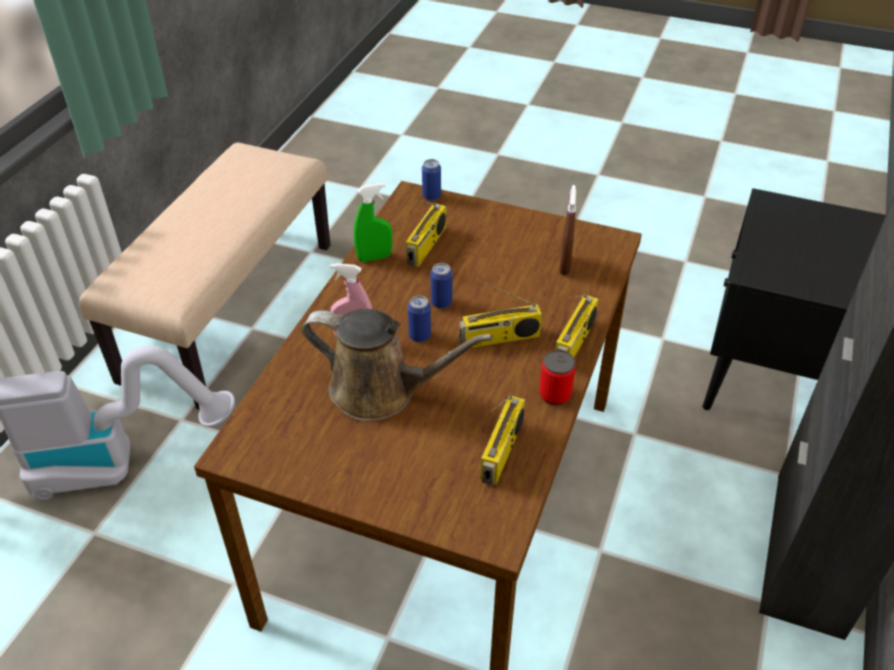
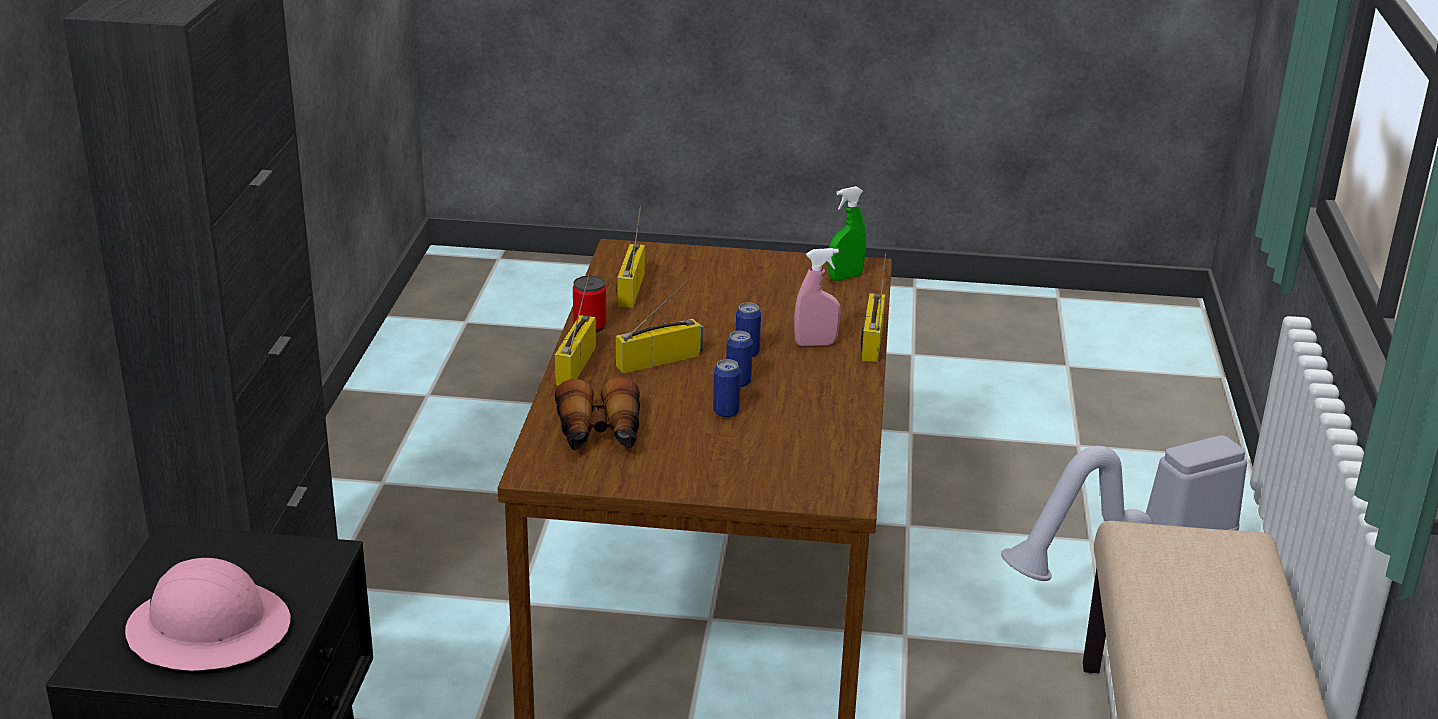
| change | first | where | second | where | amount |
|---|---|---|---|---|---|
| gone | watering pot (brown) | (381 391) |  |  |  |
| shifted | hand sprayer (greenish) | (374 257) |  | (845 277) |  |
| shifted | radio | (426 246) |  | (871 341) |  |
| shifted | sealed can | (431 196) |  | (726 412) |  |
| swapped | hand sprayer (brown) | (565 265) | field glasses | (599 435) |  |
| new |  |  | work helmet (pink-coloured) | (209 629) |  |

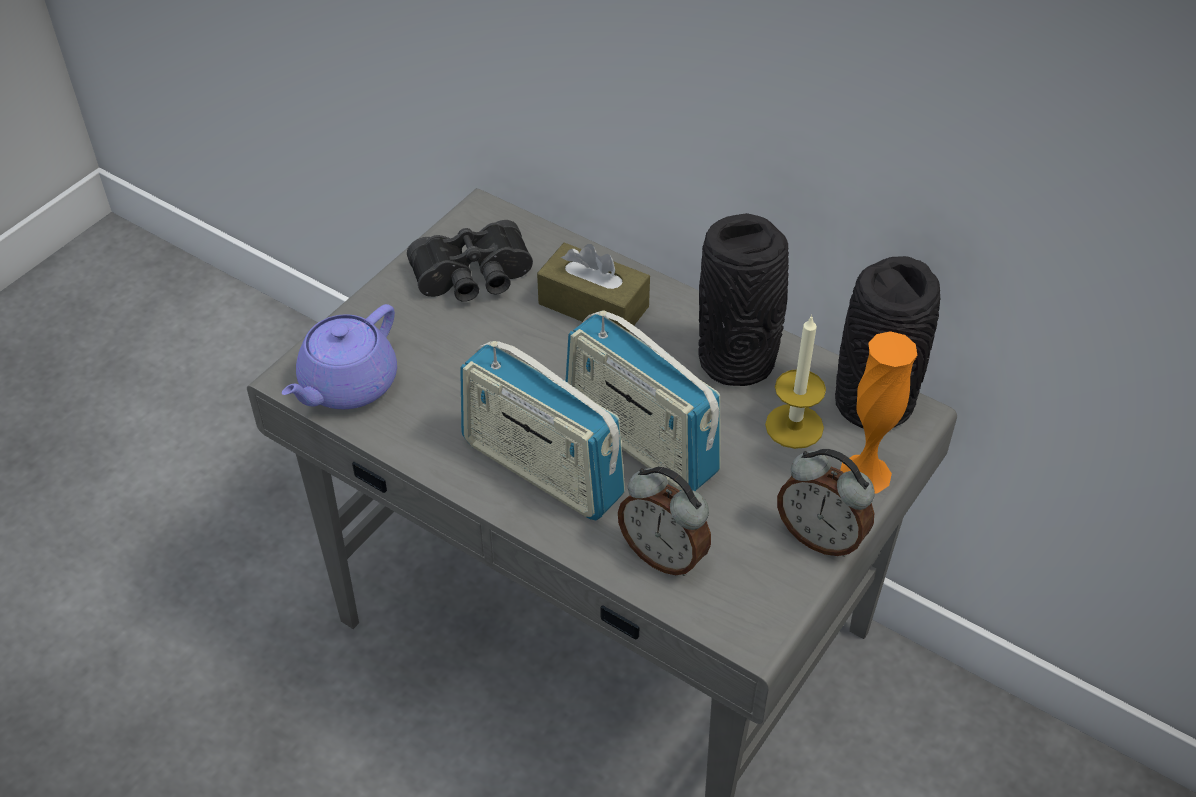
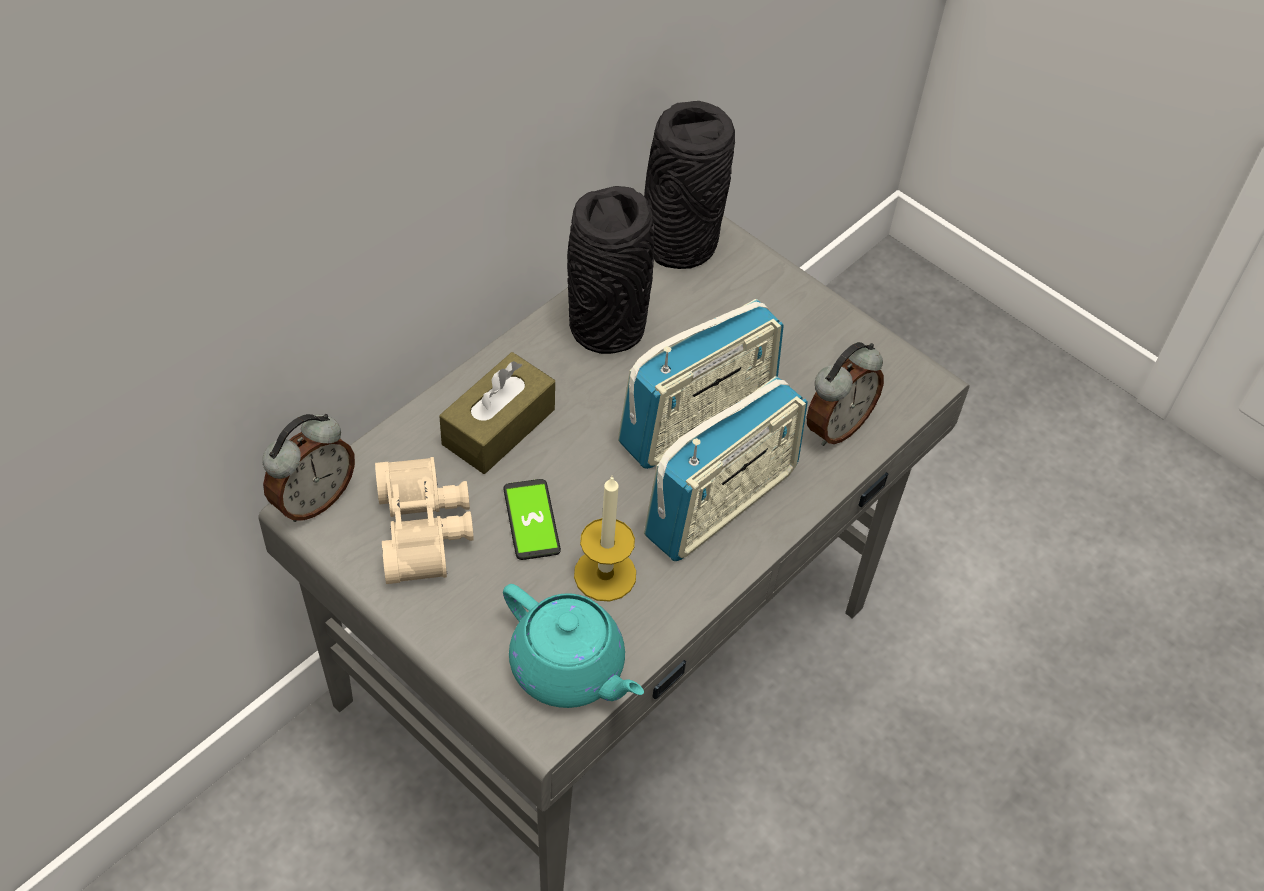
| change | first | where | second | where | amount |
|---|---|---|---|---|---|
| repainted | teapot (purple) | (347 385) | teapot (turquoise) | (569 668) |  |
| repainted | field glasses (black) | (474 279) | field glasses (sand-coloured) | (426 529) |  |
| shifted | candle | (794 426) |  | (605 574) |  |
| shifted | bedside clock | (821 537) |  | (313 499) |  |
| gone | decorative vase (orange) | (865 474) |  |  |  |
| new |  |  | phone | (531 520) |  |

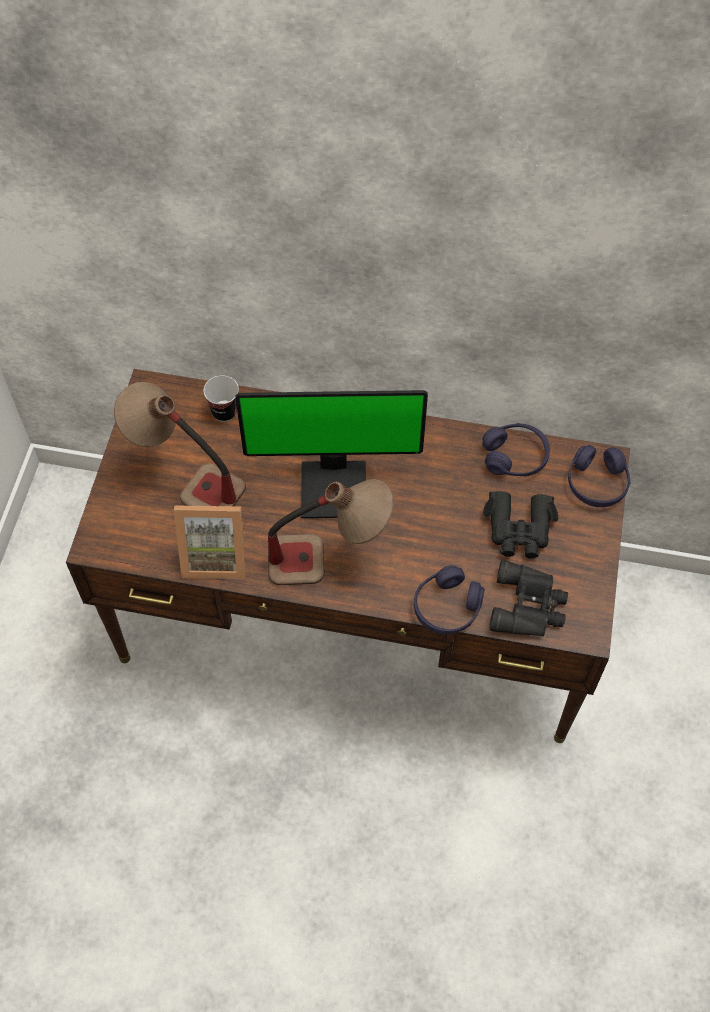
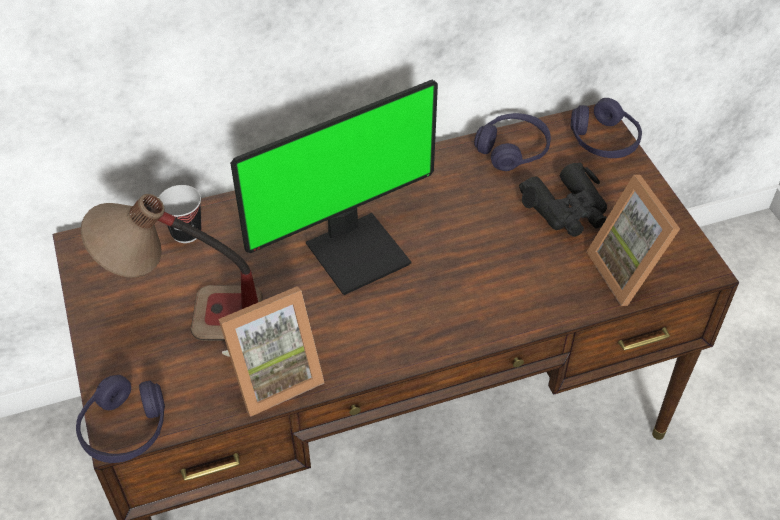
| change | first | where | second | where | amount |
|---|---|---|---|---|---|
| gone | table lamp | (329 559) |  |  |  |
| shifted | headphones (purple) | (447 607) |  | (125 429) |  |
| swapped | field glasses (black) | (529 606) | photo frame | (630 271) |  |

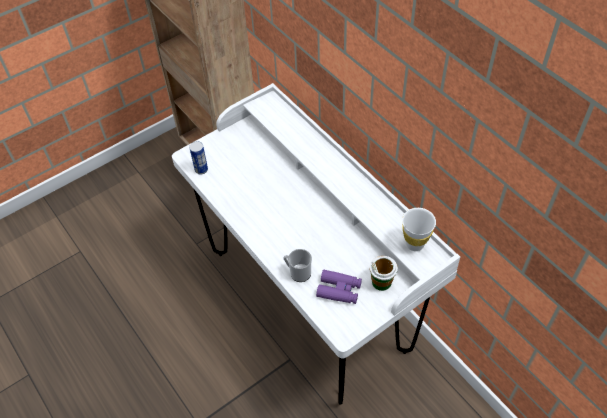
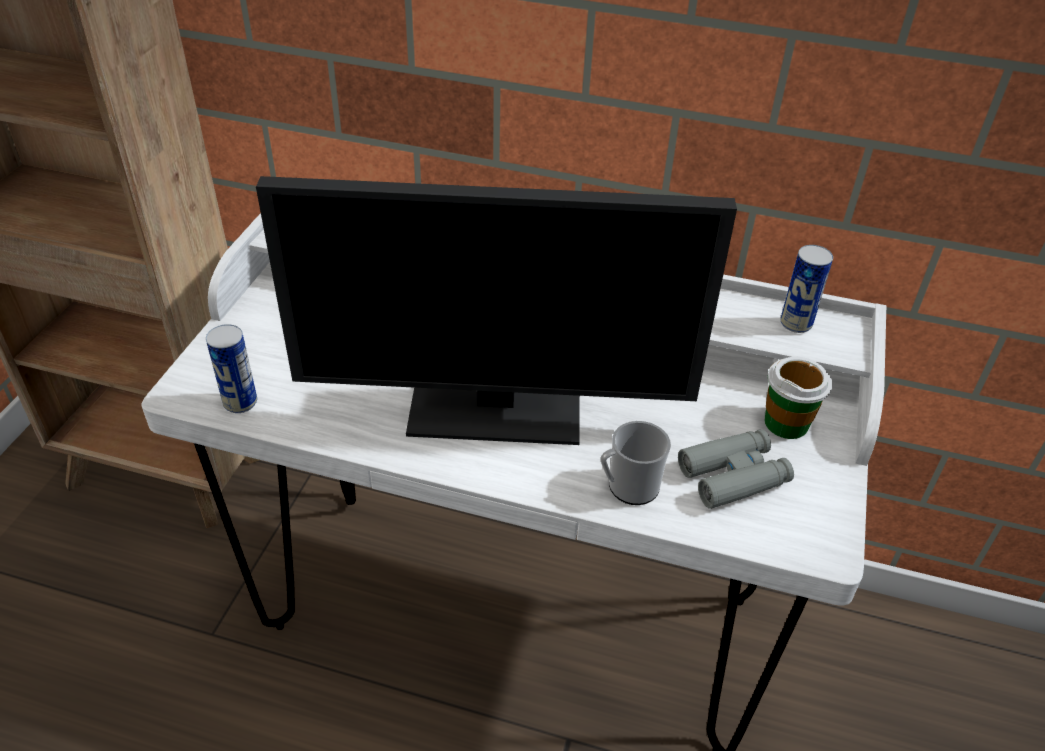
| change | first | where | second | where | amount |
|---|---|---|---|---|---|
| repainted | field glasses (purple) | (339 290) | field glasses (grey) | (733 476) |  |
| swapped | small cup (white-coloured) | (415 244) | sealed can | (796 323) |  |
| new |  |  | computer screen | (498 403) |  |

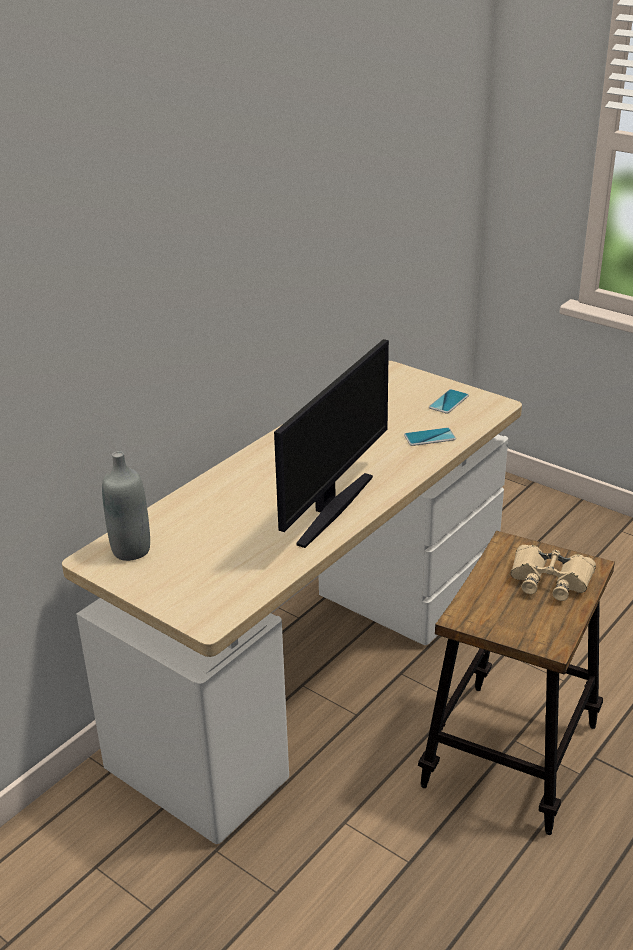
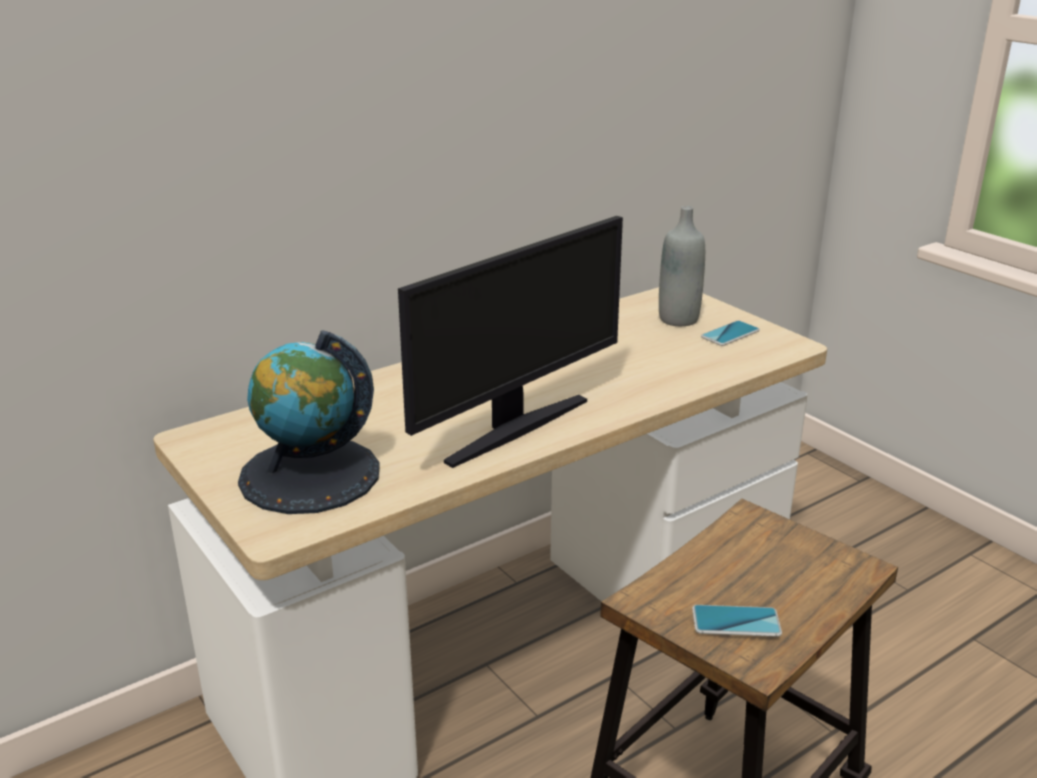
| change | first | where | second | where | amount |
|---|---|---|---|---|---|
| shifted | bottle (grey) | (131 550) |  | (678 319) |  |
| shifted | phone | (429 437) |  | (736 622) |  |
| gone | field glasses (sand-coloured) | (550 579) |  |  |  |
| new |  |  | world globe | (310 475) |  |

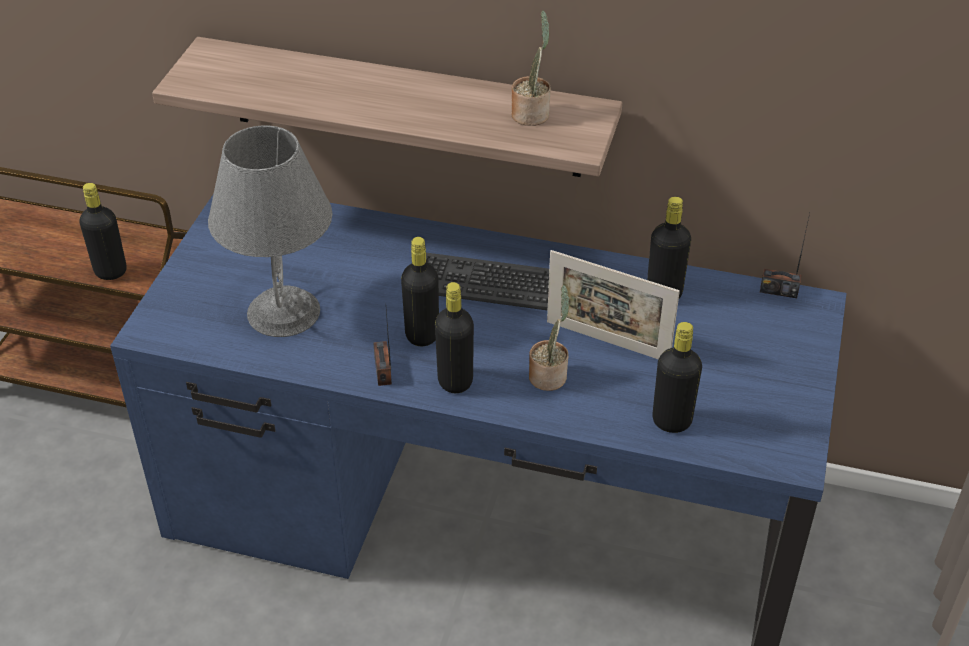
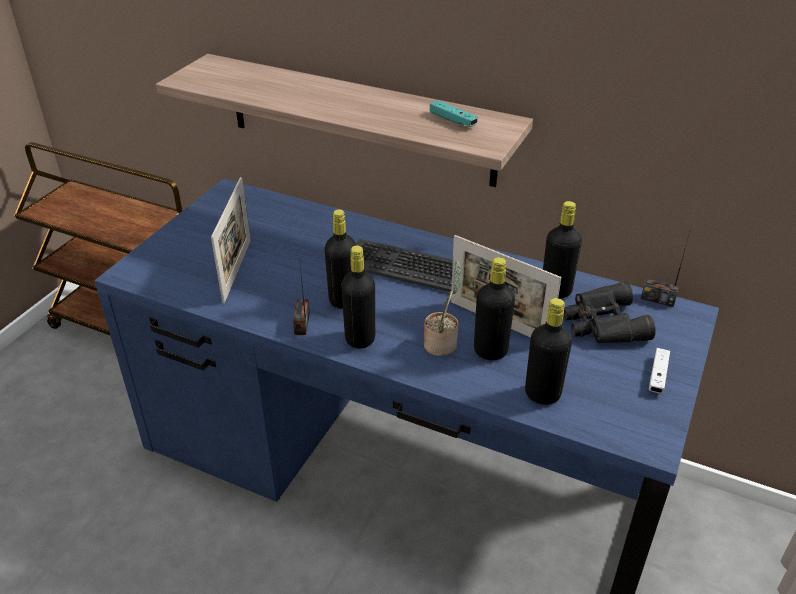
| change | first | where | second | where | amount |
|---|---|---|---|---|---|
| shifted | bottle (black) | (110 271) |  | (490 351) |  |
| swapped | table lamp (grey) | (282 311) | photo frame | (237 270) |  |
| swapped | plant in a pot | (531 113) | joypad (turquoise) | (453 120) |  |
| new |  |  | field glasses (black) | (602 323) |  |
| new |  |  | joypad (white-coloured) | (658 376) |  |

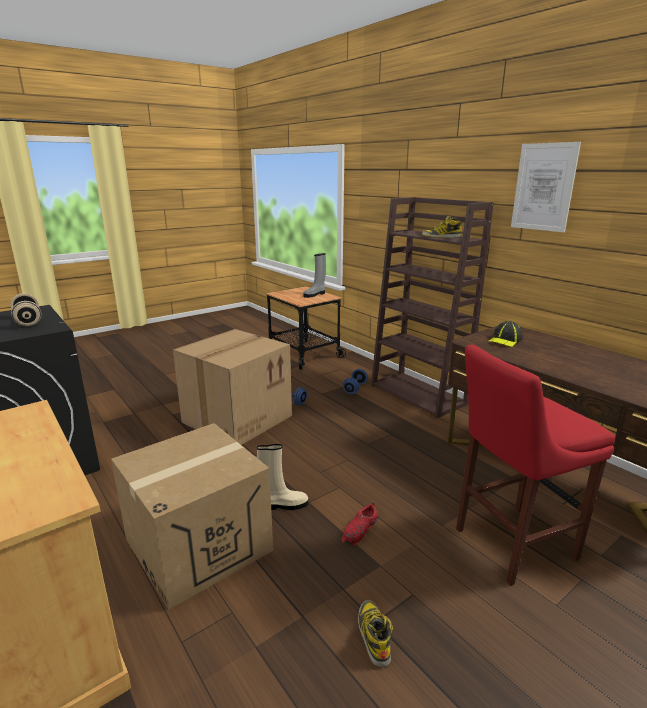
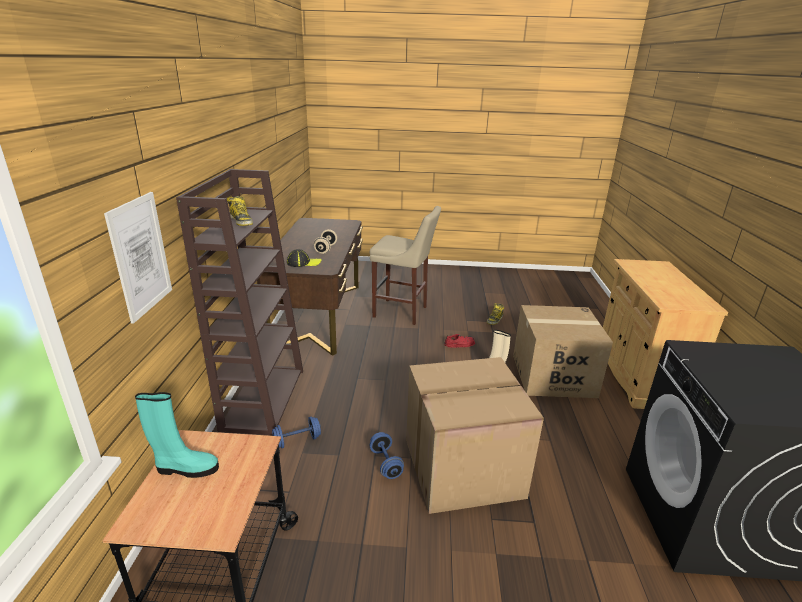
| change | first | where | second | where | amount |
|---|---|---|---|---|---|
| shifted | hand weight (sand-coloured) | (28 321) |  | (326 249) |  |
| repainted | high-top boot (grey) | (315 294) | high-top boot (turquoise) | (185 469) |  |
| repainted | stool seat (red-coloured) | (509 544) | stool seat (sand-coloured) | (403 312) |  |
| shifted | wall art | (543 187) |  | (141 256) |  |

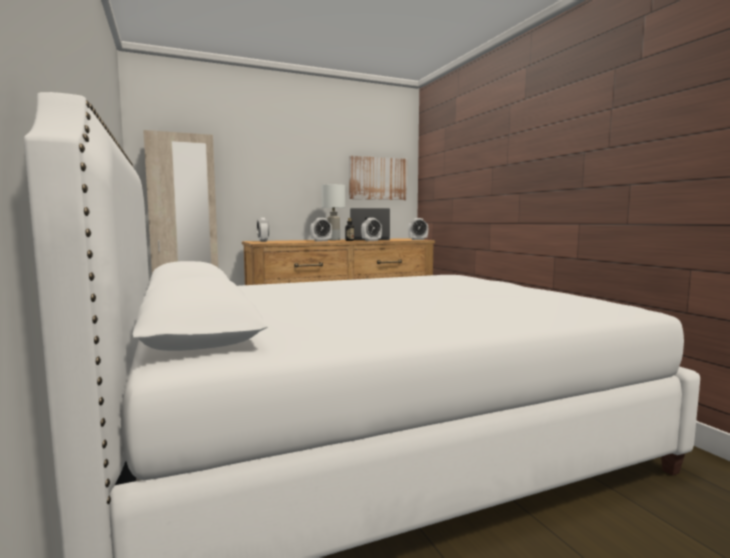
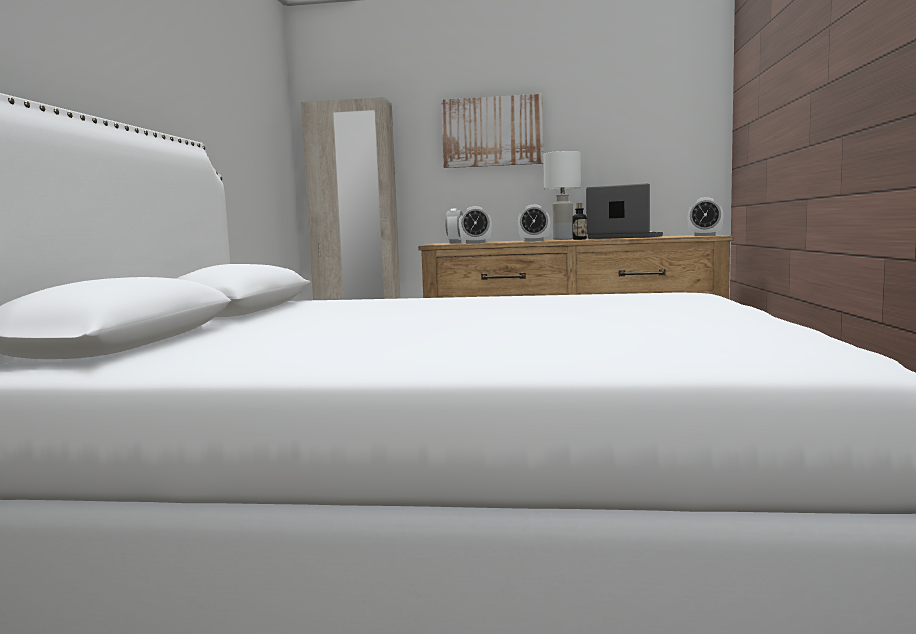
| change | first | where | second | where | amount |
|---|---|---|---|---|---|
| shifted | wall art | (378 178) |  | (492 132) |  |
| shifted | bedside clock | (371 241) |  | (475 243) |  |

